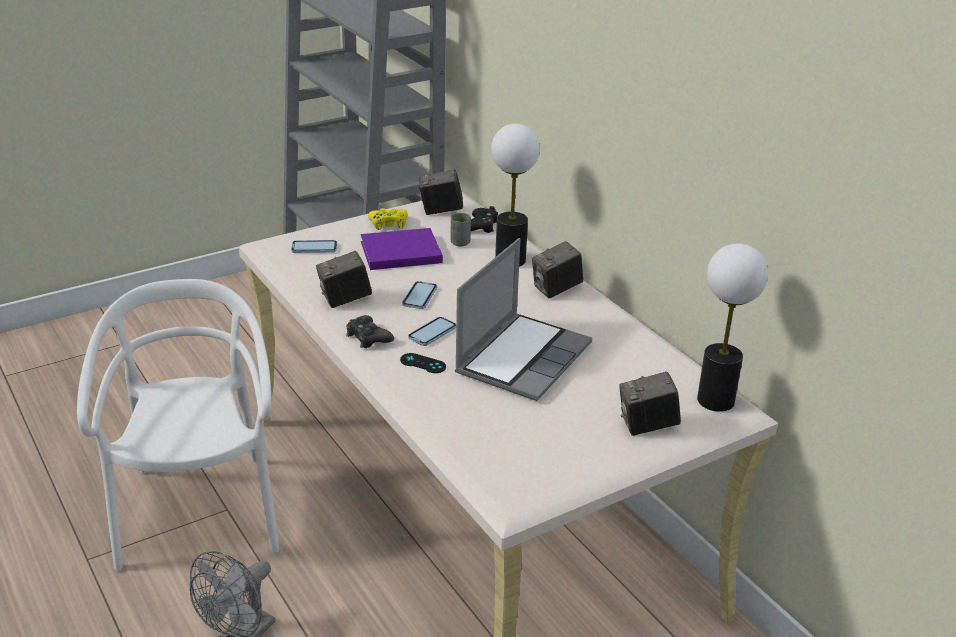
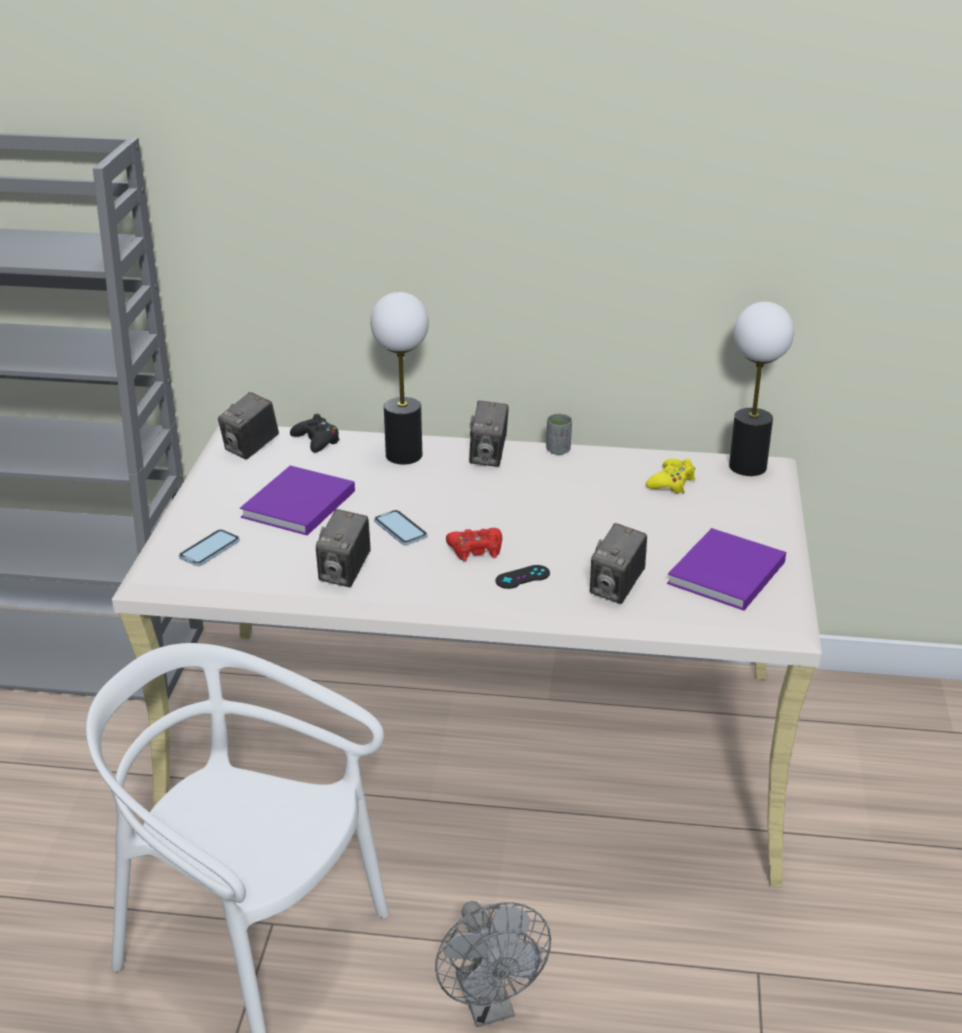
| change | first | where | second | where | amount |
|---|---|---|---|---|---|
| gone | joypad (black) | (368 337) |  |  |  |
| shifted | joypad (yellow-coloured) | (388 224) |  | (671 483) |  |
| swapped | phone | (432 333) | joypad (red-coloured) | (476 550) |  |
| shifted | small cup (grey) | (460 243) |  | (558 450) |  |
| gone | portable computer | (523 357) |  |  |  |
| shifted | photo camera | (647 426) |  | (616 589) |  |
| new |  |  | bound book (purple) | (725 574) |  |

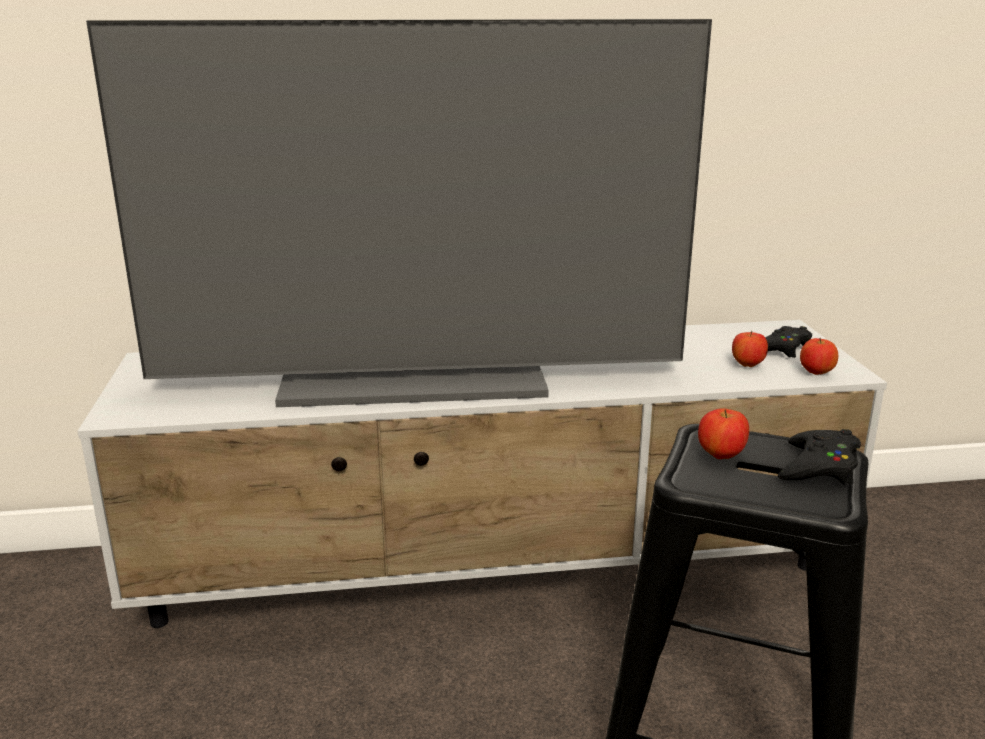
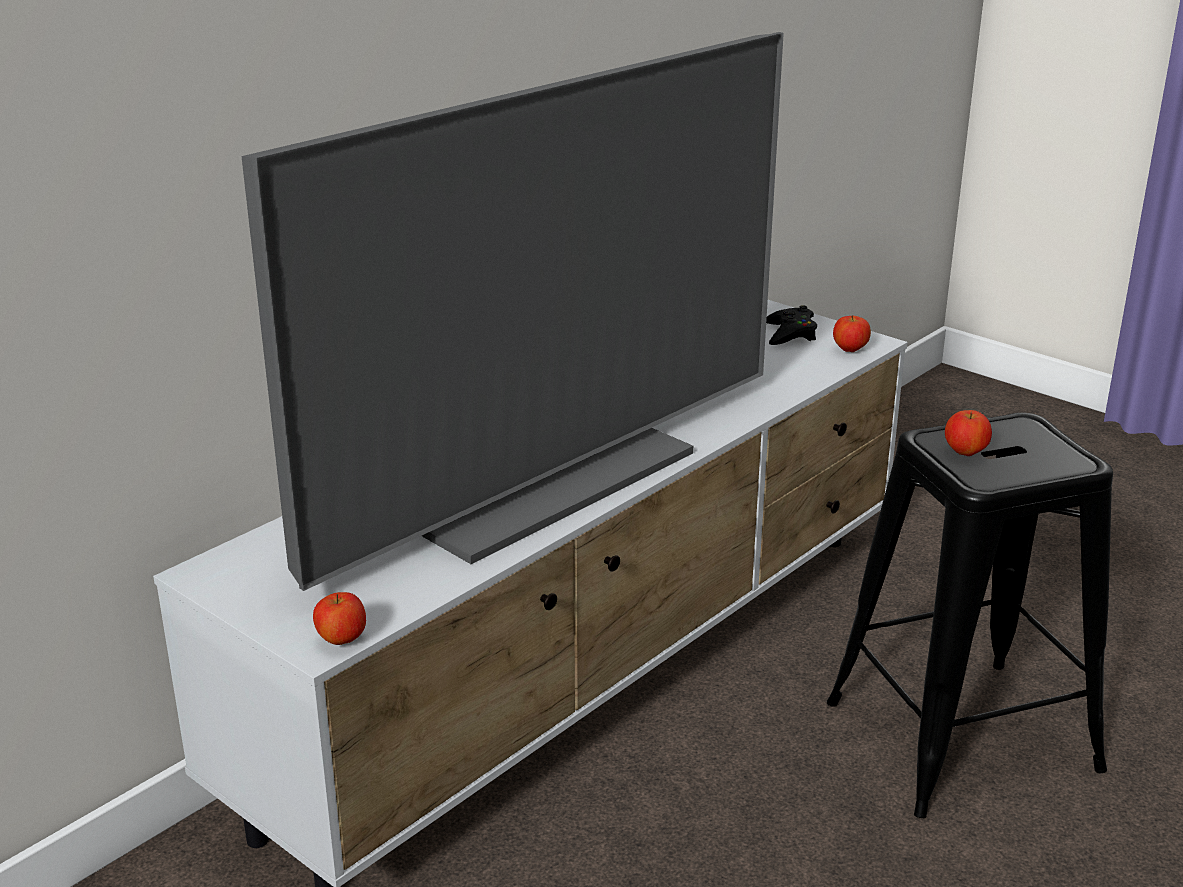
| change | first | where | second | where | amount |
|---|---|---|---|---|---|
| shifted | apple fruit | (747 365) |  | (341 640) |  |
| gone | joypad (black) | (818 467) |  |  |  |

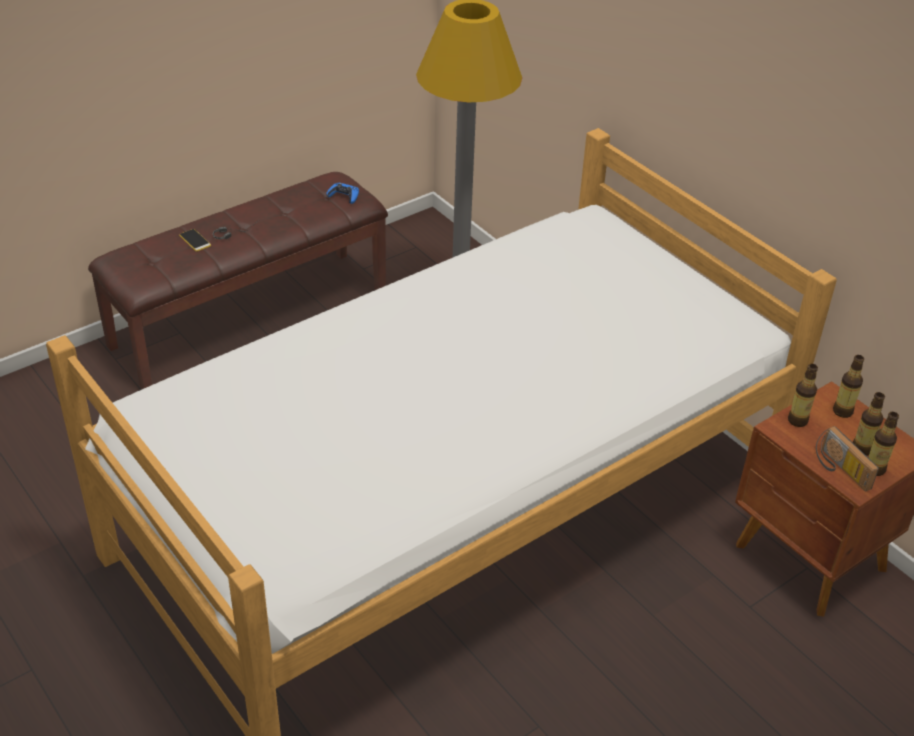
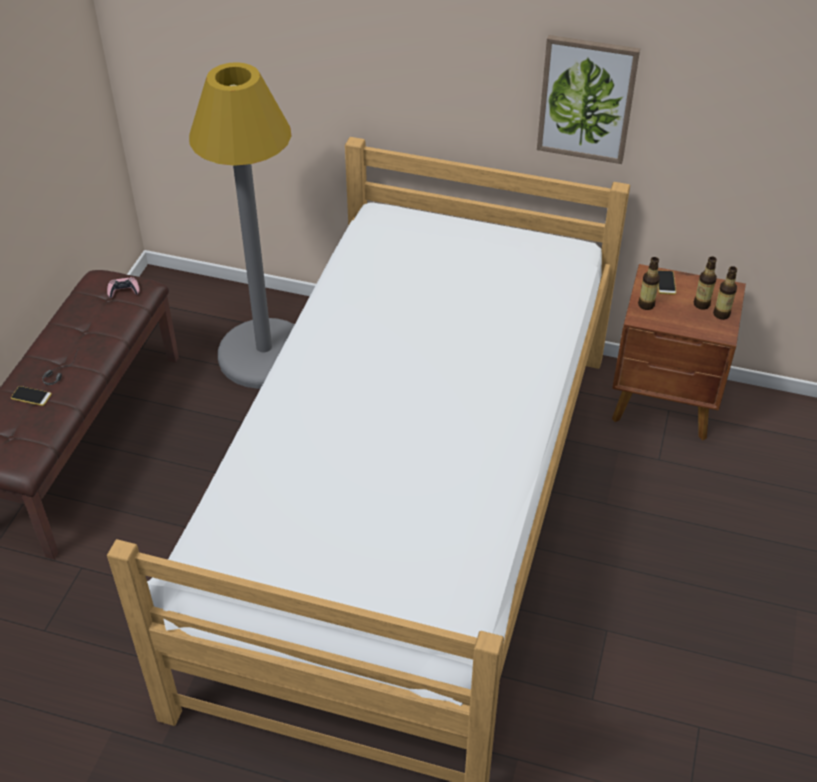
| change | first | where | second | where | amount |
|---|---|---|---|---|---|
| repainted | joypad (bluish) | (344 196) | joypad (pink-coloured) | (123 290) |  |
| gone | radio | (839 469) |  |  |  |
| swapped | bottle | (842 411) | phone | (666 283) |  |
| new |  |  | wall art | (586 99) |  |

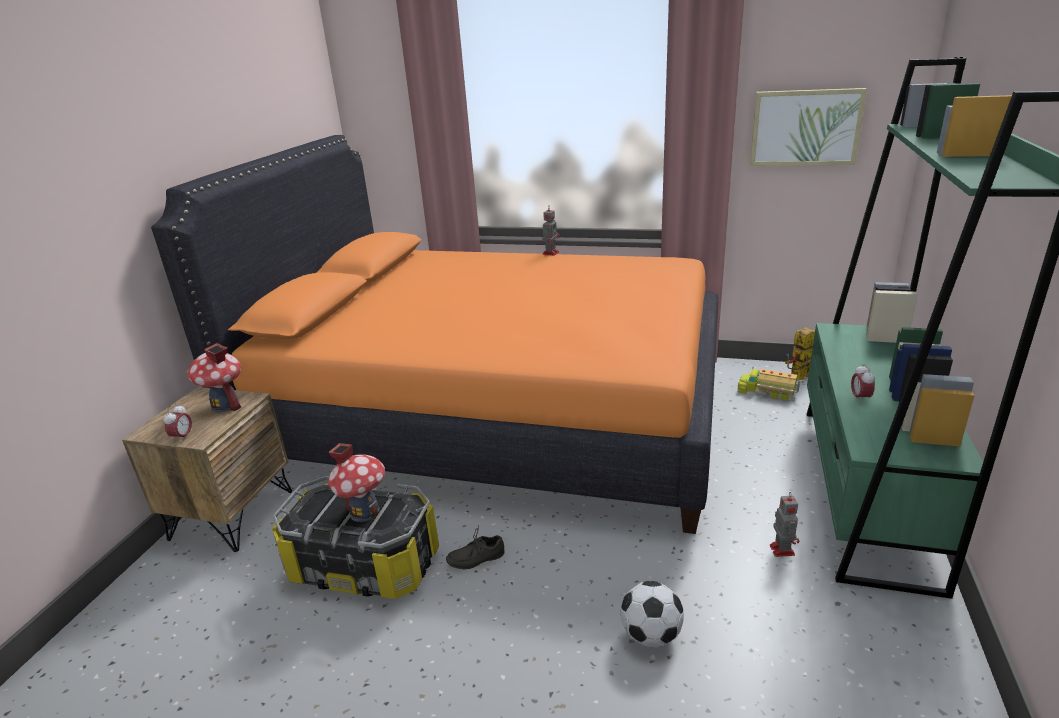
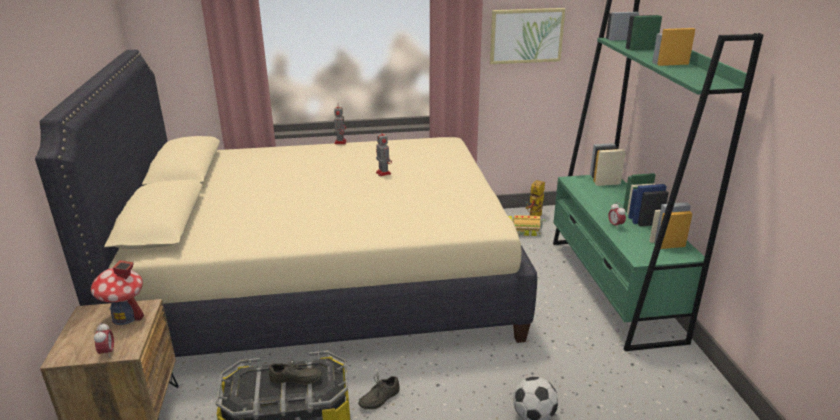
| change | first | where | second | where | amount |
|---|---|---|---|---|---|
| repainted | bed (orange) | (497 413) | bed (sand-coloured) | (325 283) |  |
| swapped | miniature house | (364 512) | shoe (grey) | (295 380) |  |
| shifted | robot figure | (781 549) |  | (383 173) |  |

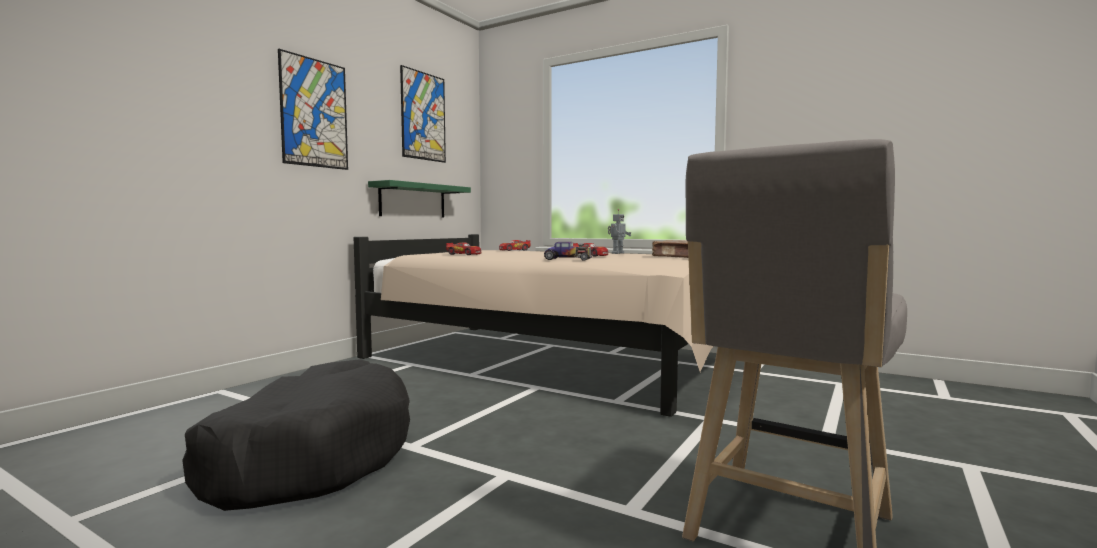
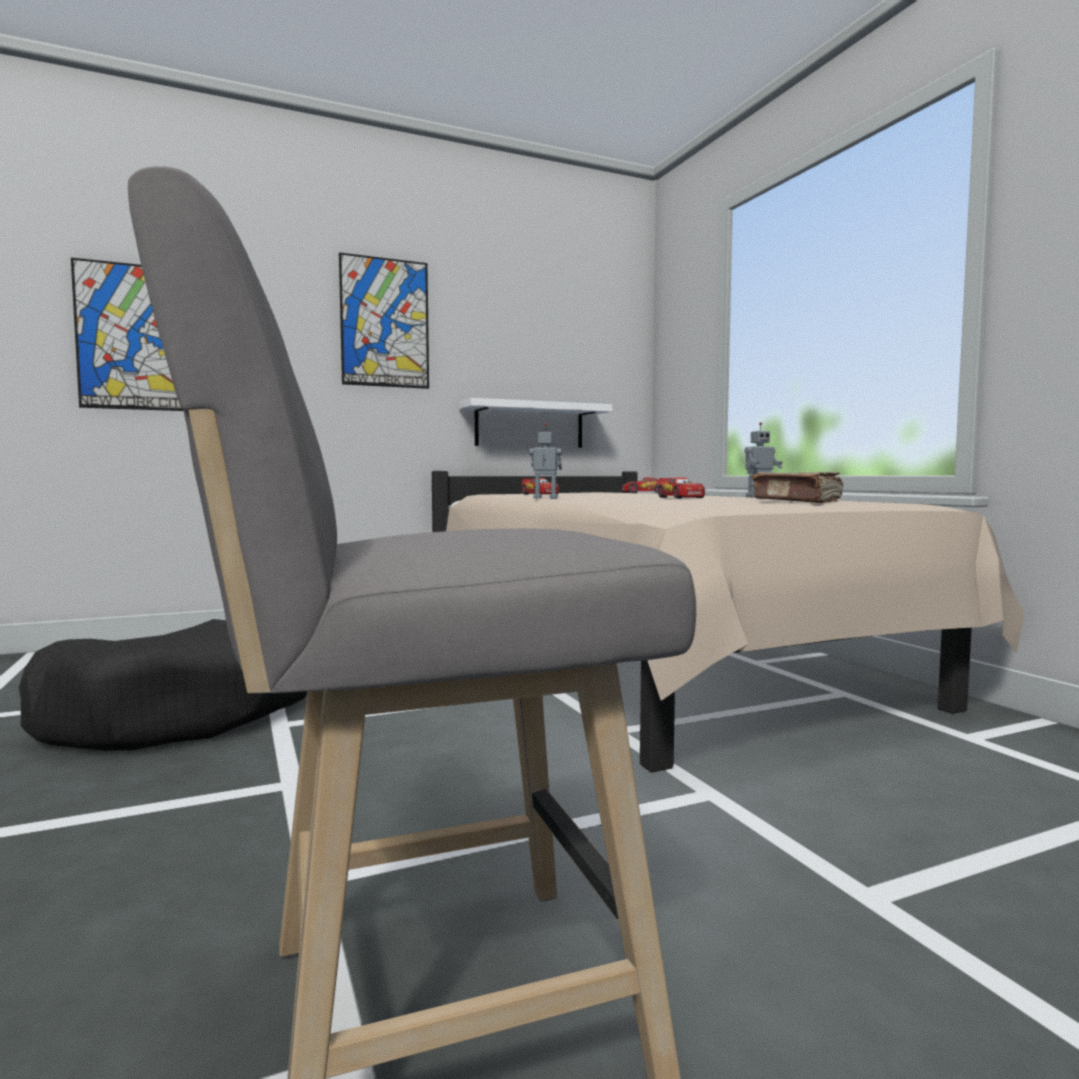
| change | first | where | second | where | amount |
|---|---|---|---|---|---|
| repainted | shelf (greenish) | (413 200) | shelf (white-coloured) | (529 425) |  |
| shifted | wall art | (423 116) |  | (133 337) |  |
| gone | toy car | (568 259) |  |  |  |
| new |  |  | robot figure | (545 498) |  |

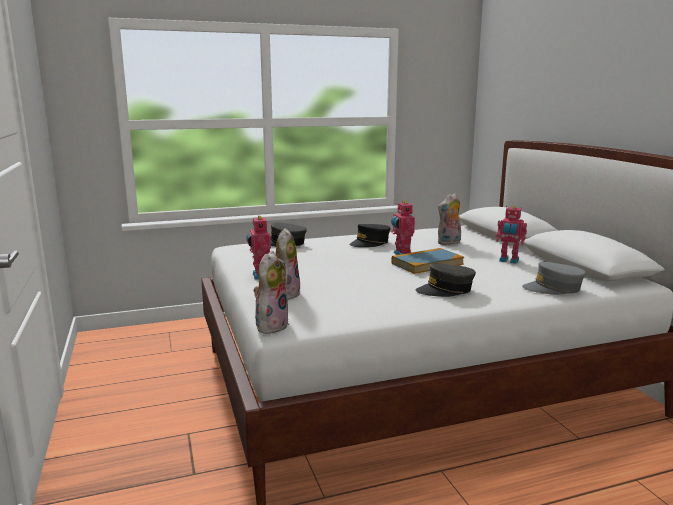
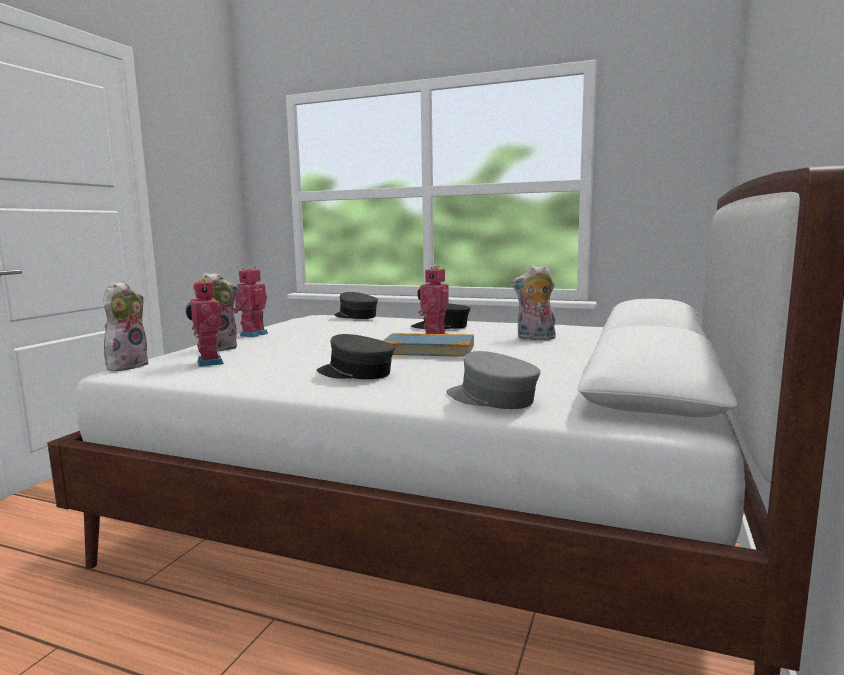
| change | first | where | second | where | amount |
|---|---|---|---|---|---|
| rotated | cuddly toy | (271 325) |  | (127 366) | 45 degrees counterclockwise |
| shifted | robot figure | (508 261) |  | (207 363) |  |

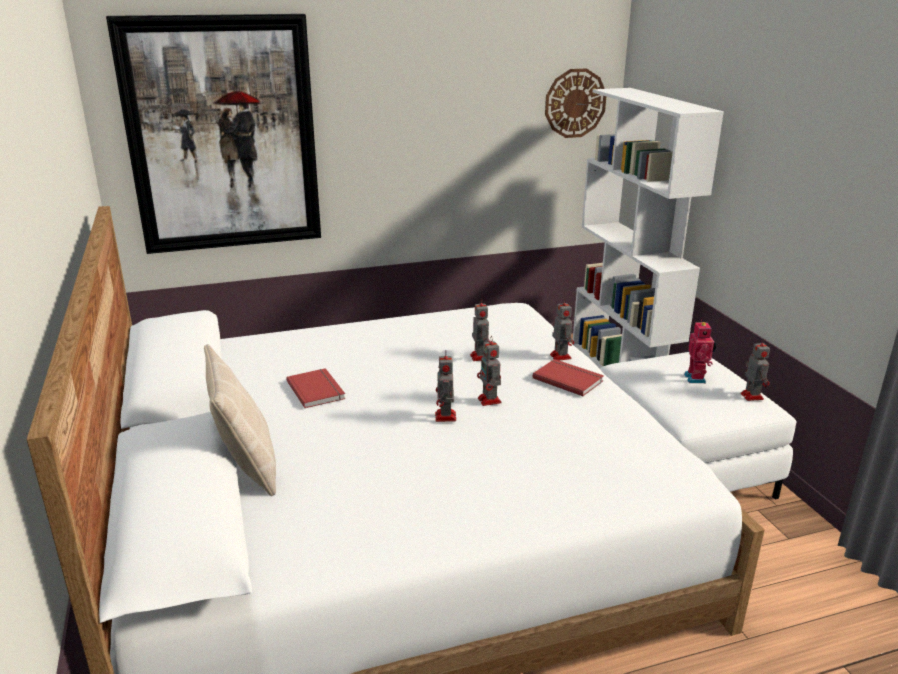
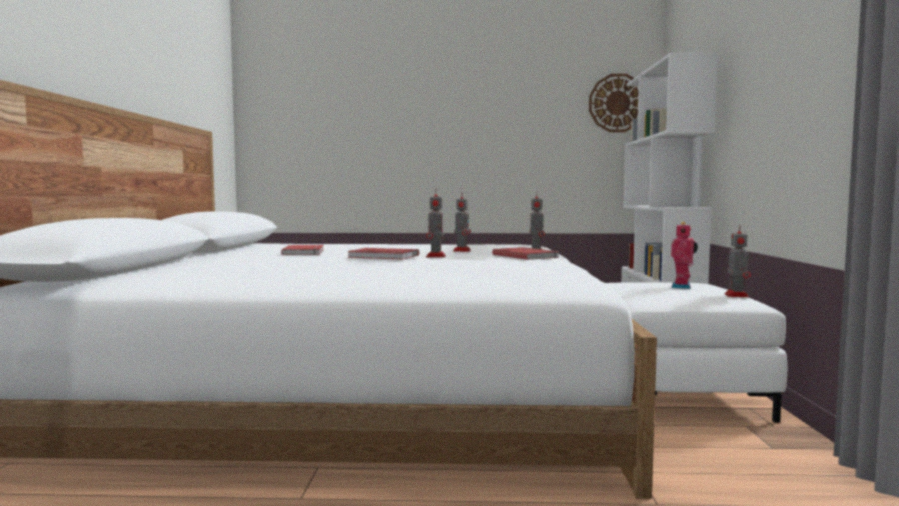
| change | first | where | second | where | amount |
|---|---|---|---|---|---|
| gone | wall art | (223 136) |  |  |  |
| gone | throw pillow (sand-coloured) | (246 465) |  |  |  |
| swapped | robot figure | (445 417) | bound book (red-coloured) | (383 257) |  |

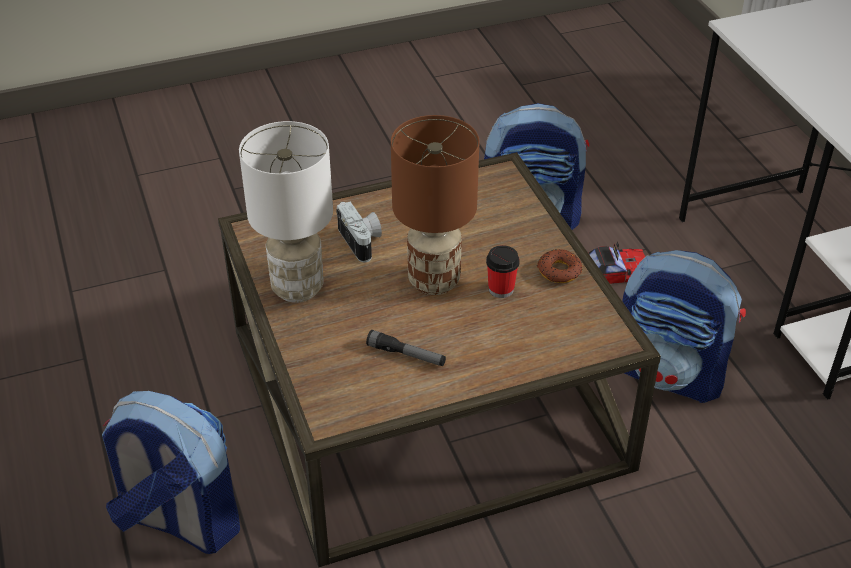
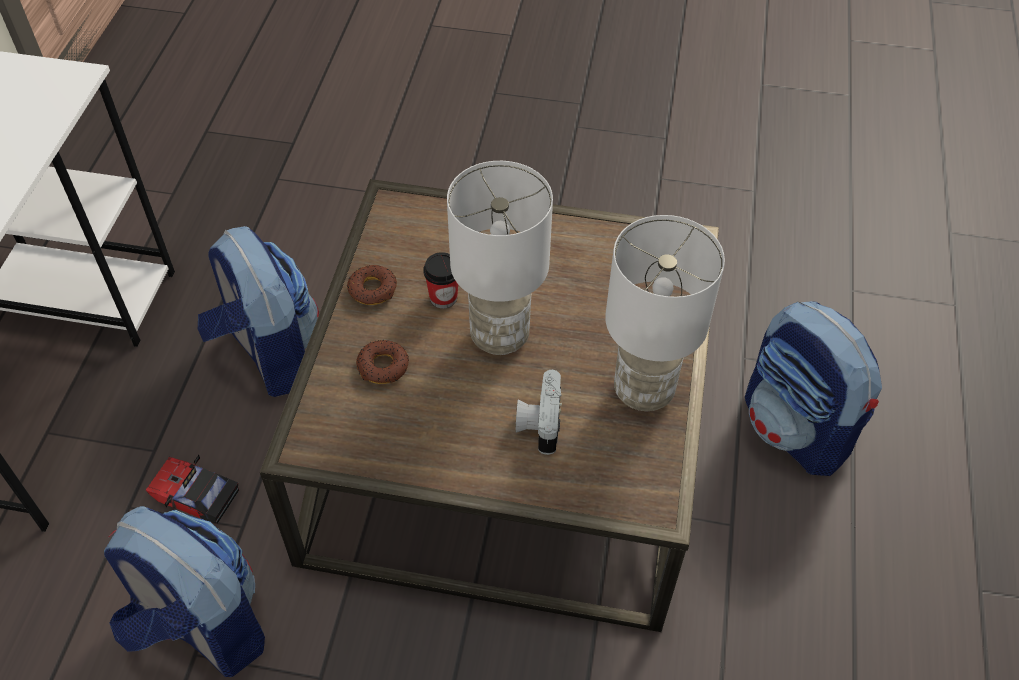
| change | first | where | second | where | amount |
|---|---|---|---|---|---|
| gone | flashlight | (406 355) |  |  |  |
| repainted | table lamp (brown) | (434 282) | table lamp (white-coloured) | (500 335) |  |
| new |  |  | doughnut | (383 366) |  |

